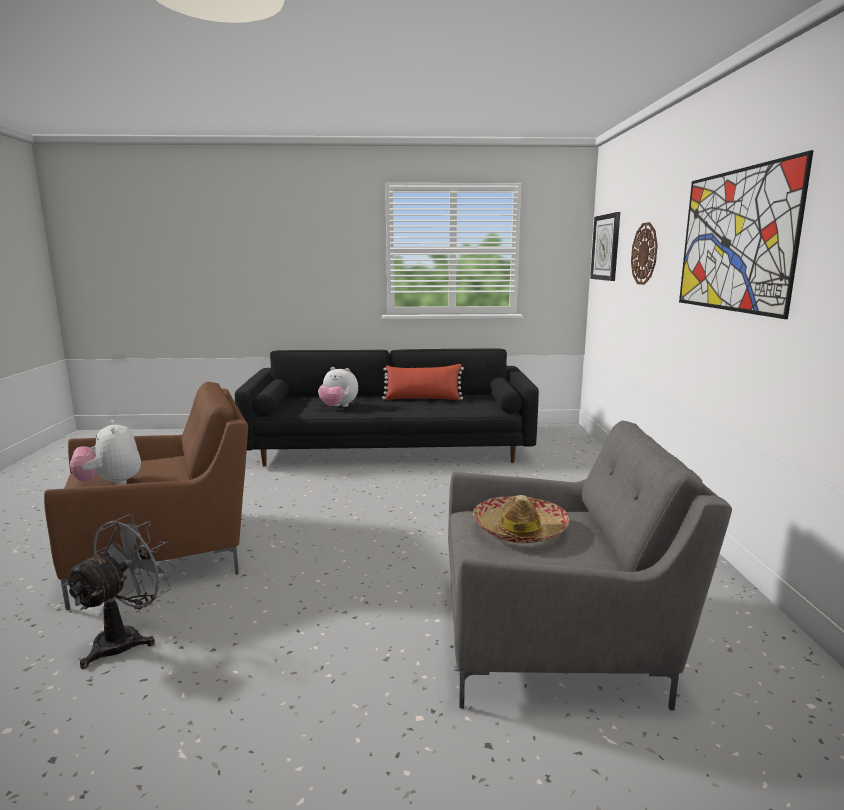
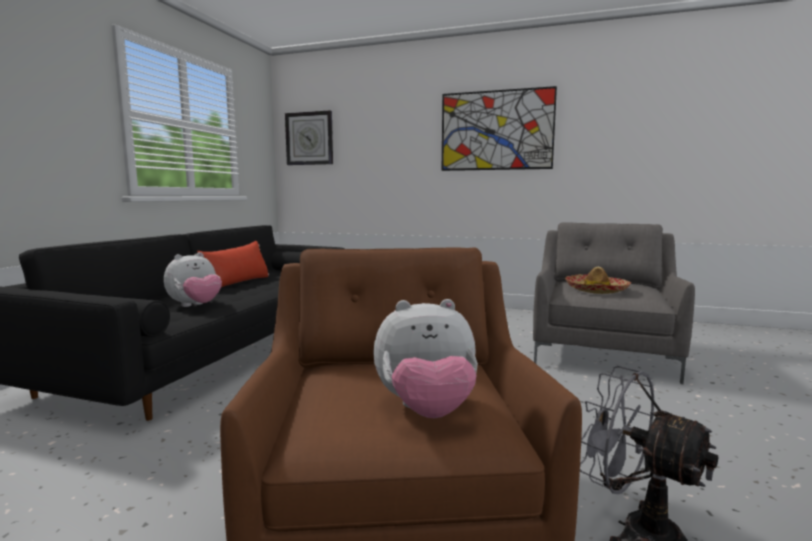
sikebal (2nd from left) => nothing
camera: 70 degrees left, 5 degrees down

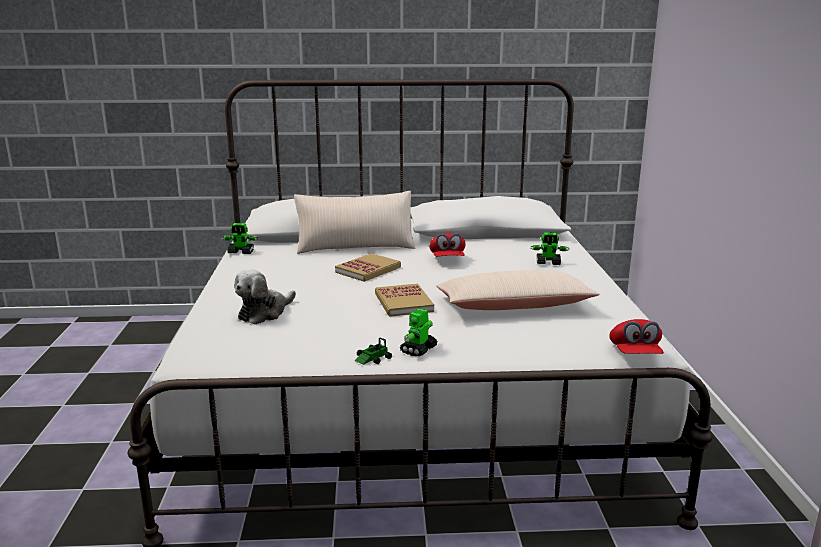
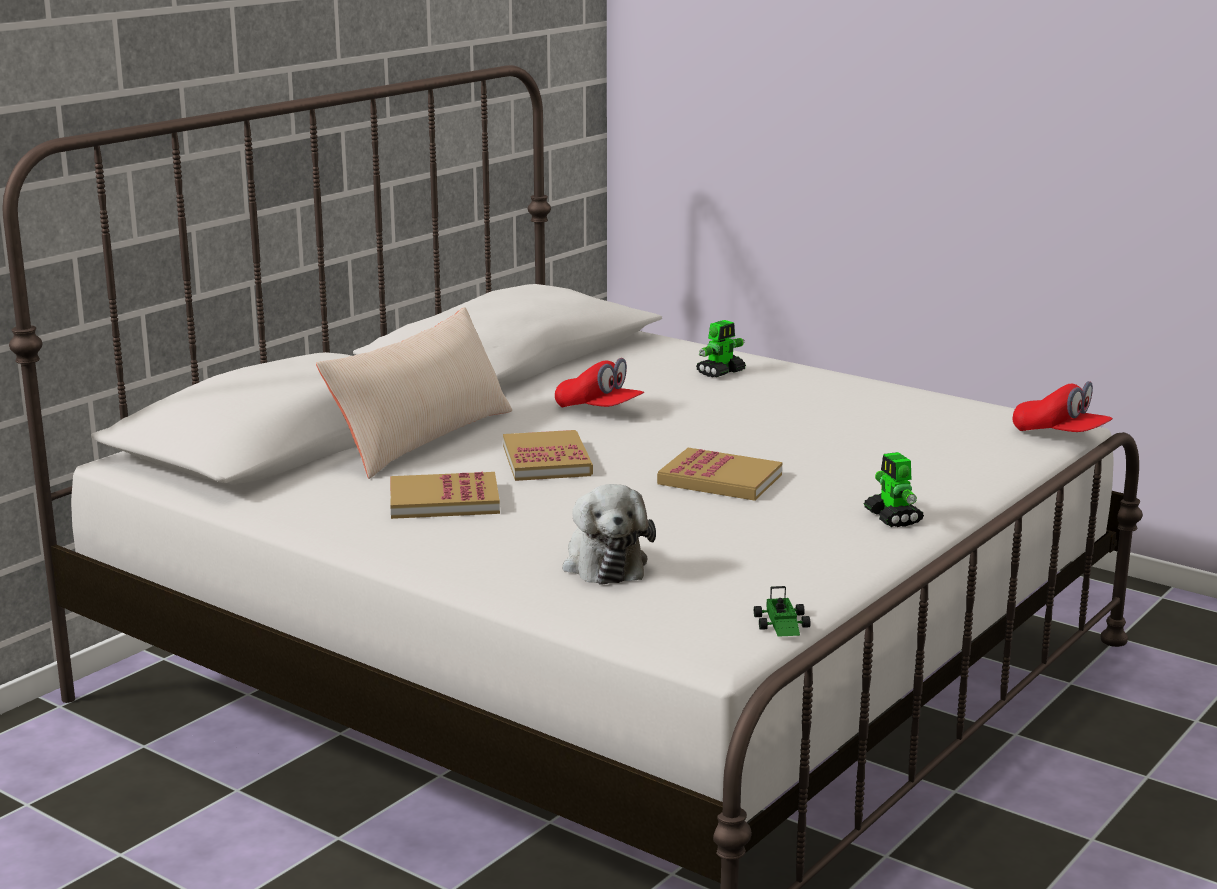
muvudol (1st from left) => nothing
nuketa, moved
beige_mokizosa (2nd from left) => nothing
nothing => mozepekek (1st from left)
camera: 50 degrees left, 0 degrees up

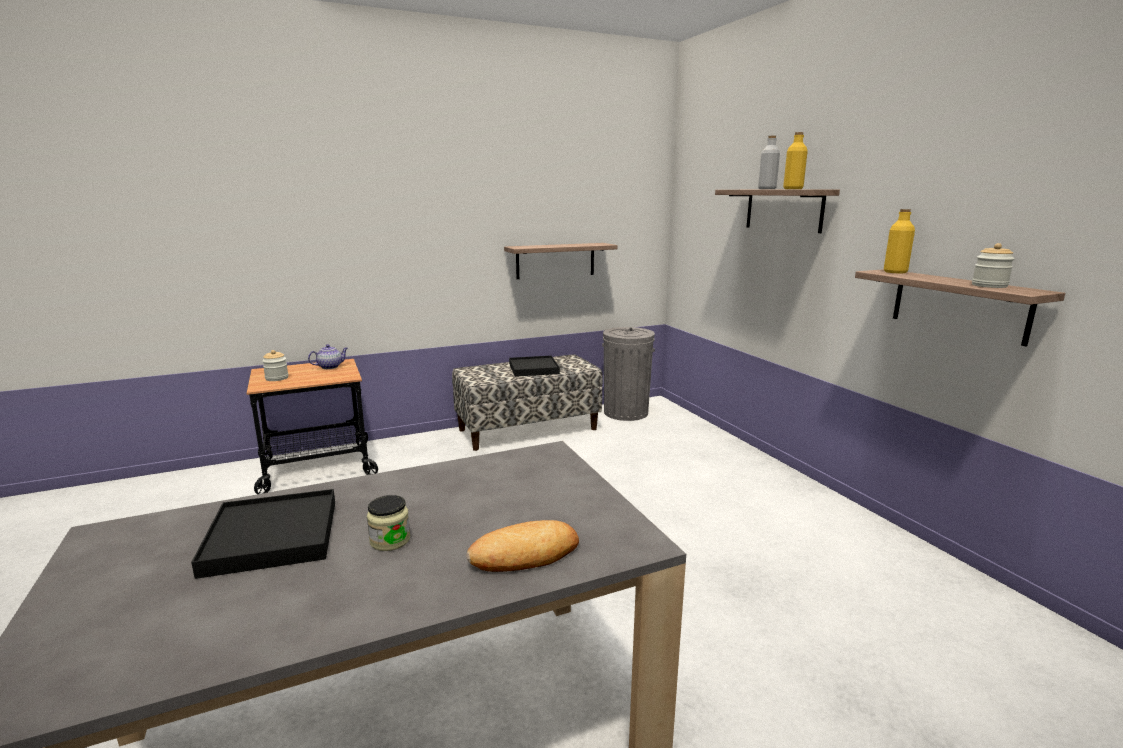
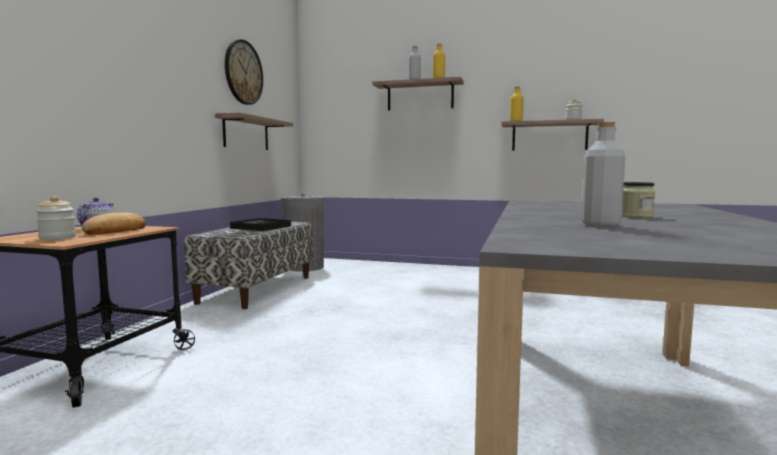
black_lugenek (1st from left) => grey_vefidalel (2nd from left)
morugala, moved
nothing => sikebal
camera: 50 degrees left, 10 degrees down

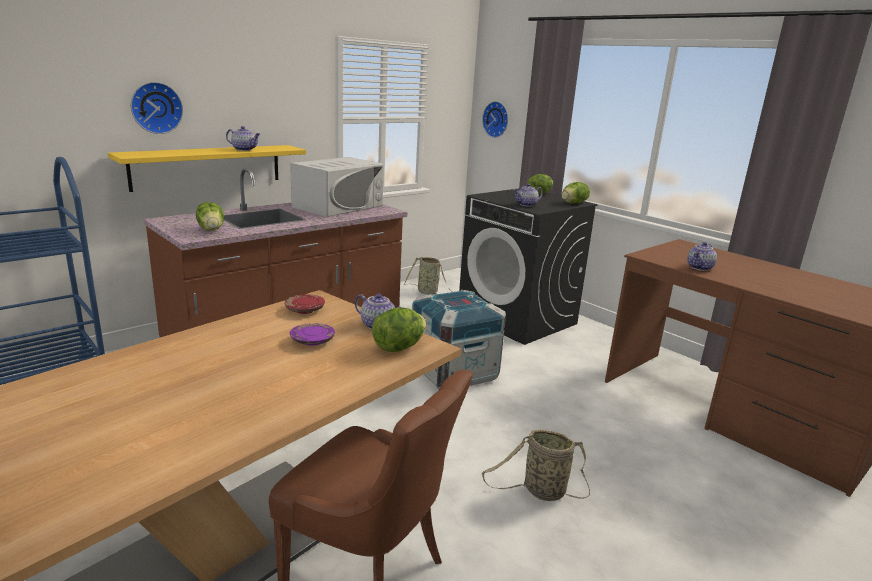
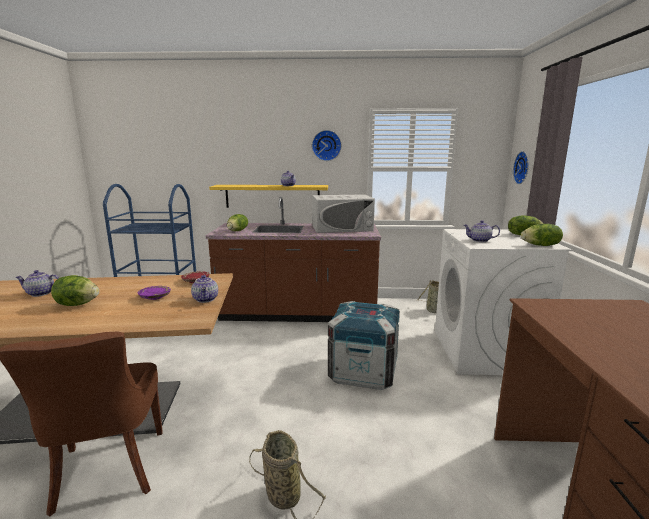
sikebal (1st from left), moved
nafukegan (2nd from left in the first image) => nafukegan (1st from left), moved
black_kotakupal => white_kotakupal
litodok (4th from left in the first image) => litodok (1st from left), moved
camera: 45 degrees right, 5 degrees down

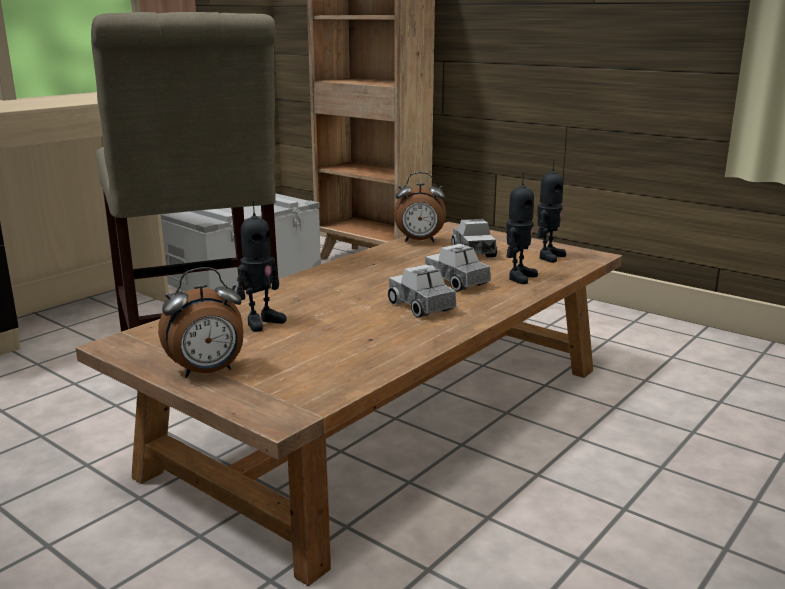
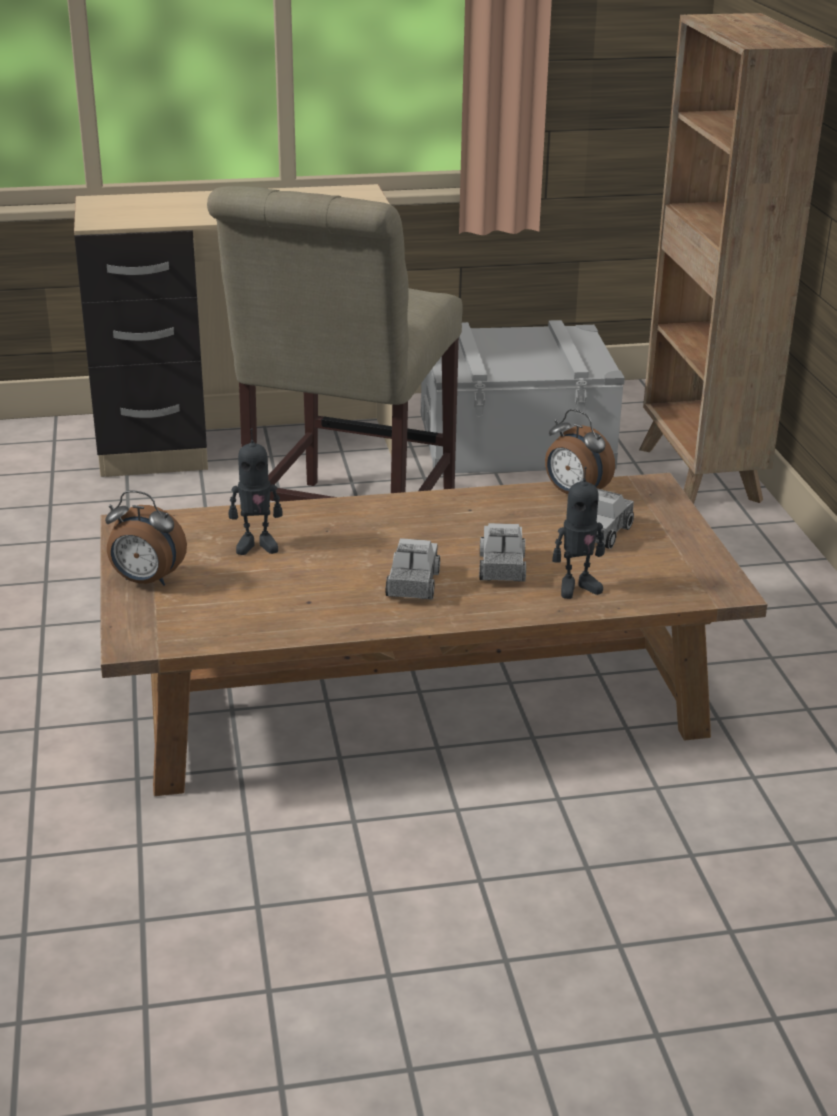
muvudol (3rd from left) => nothing
camera: 40 degrees right, 10 degrees up

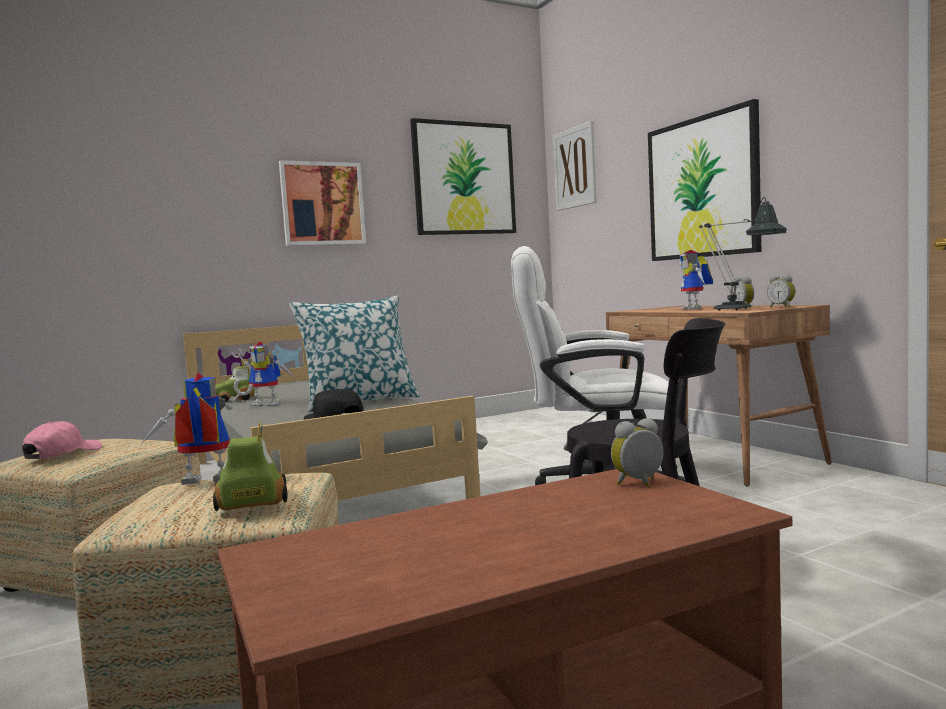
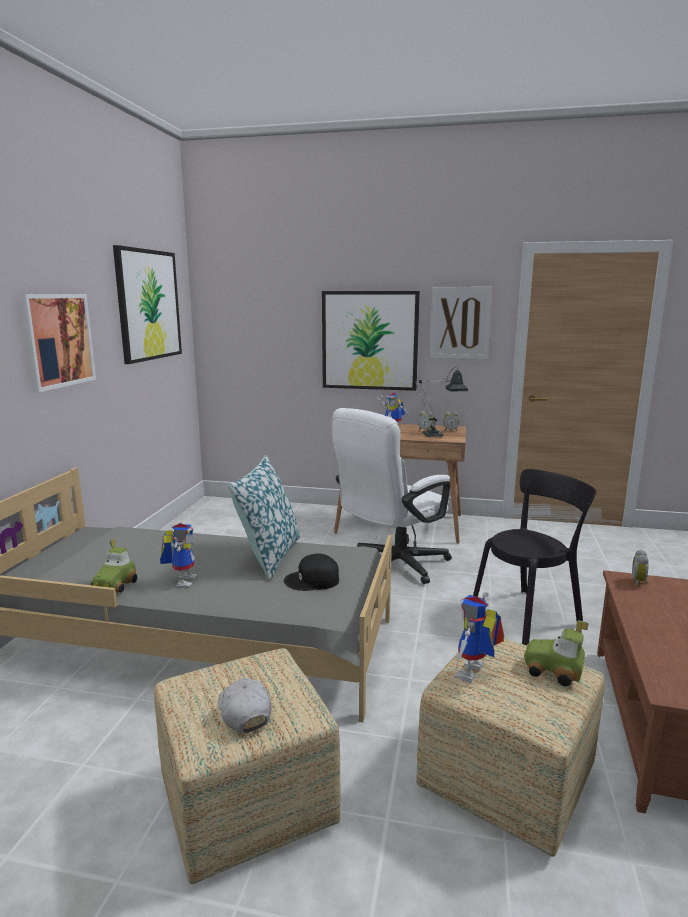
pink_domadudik => white_domadudik
muvudol (2nd from left in the first image) => muvudol (1st from left), 45 degrees counterclockwise
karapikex (3rd from left in the first image) => karapikex (4th from left), moved
camera: 50 degrees left, 10 degrees up

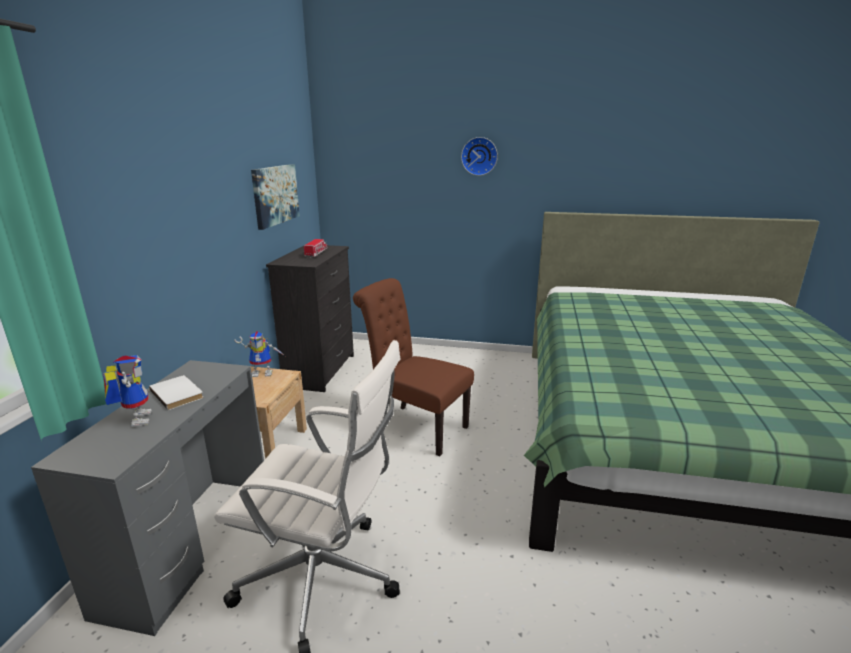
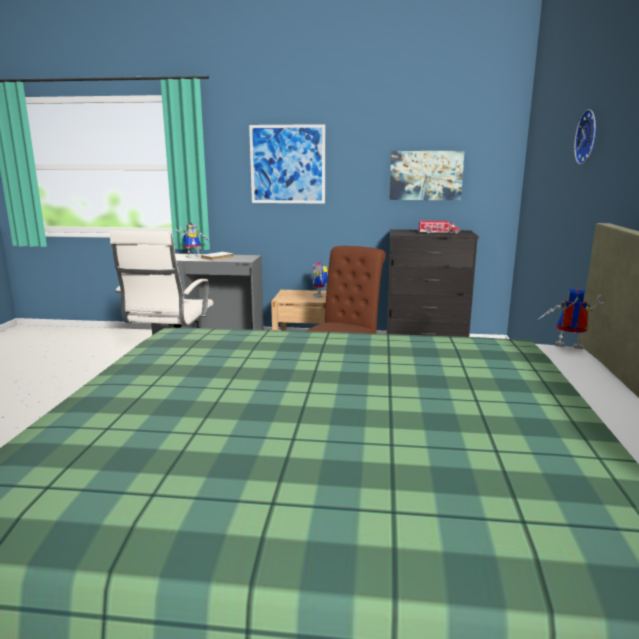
nothing => karapikex (1st from left)
nothing => muvudol (3rd from left)
camera: 85 degrees right, 5 degrees down

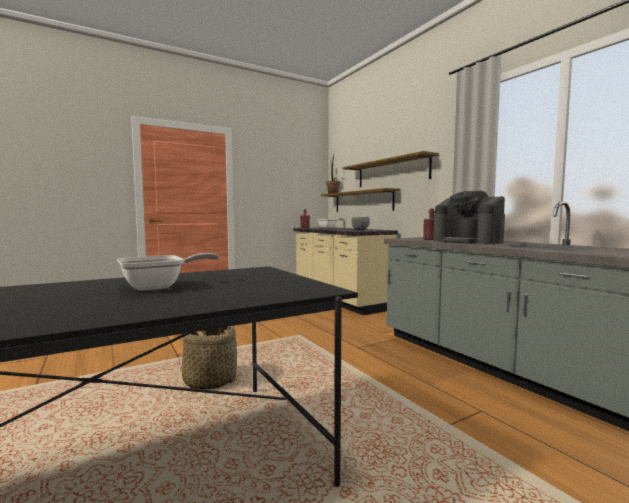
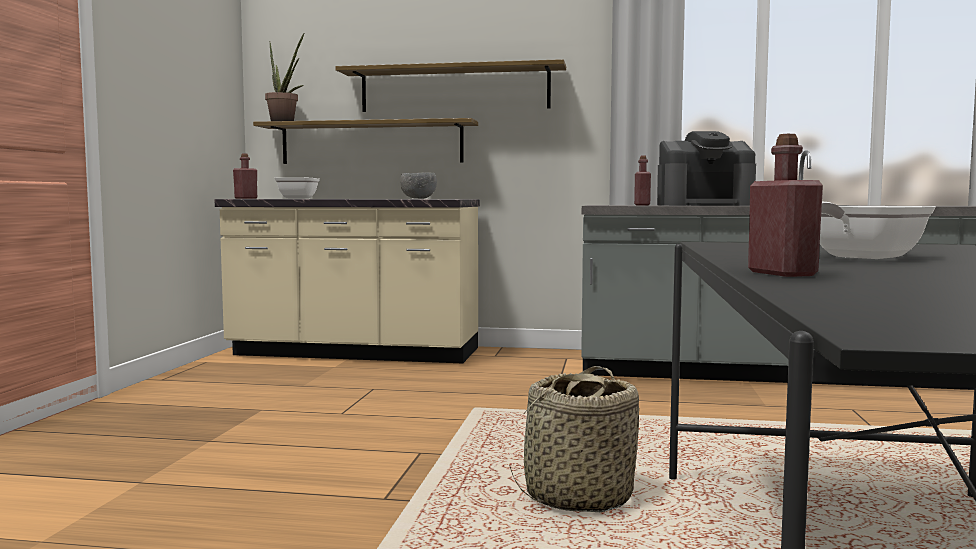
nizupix (1st from left in the first image) => nizupix (2nd from left), 135 degrees counterclockwise
nothing => red_vefidalel (3rd from left)
camera: 50 degrees left, 0 degrees up

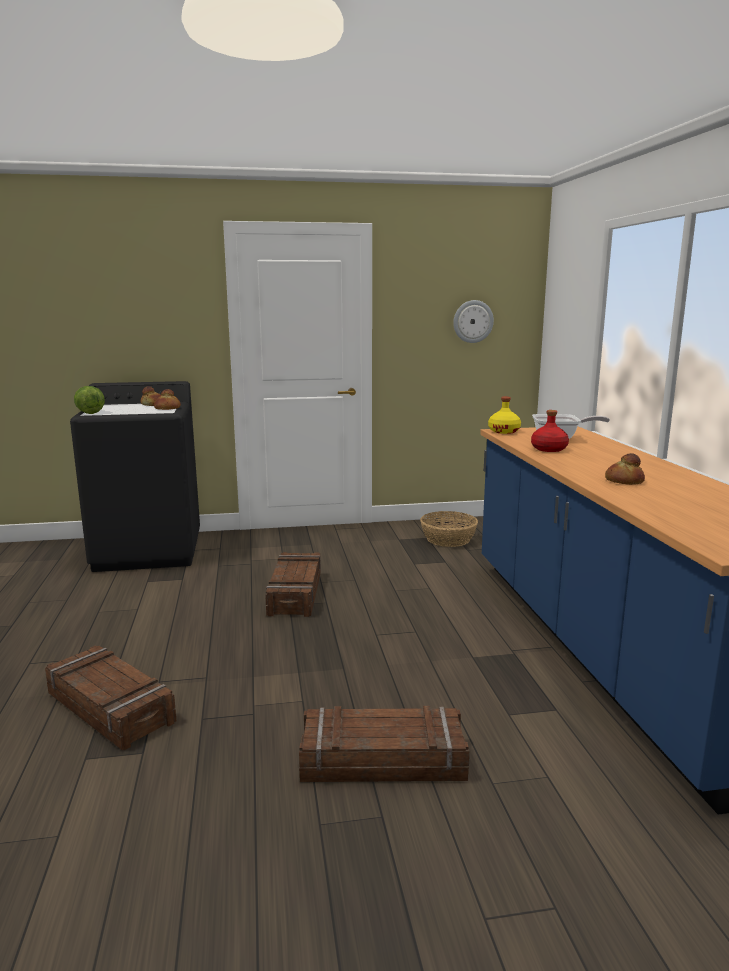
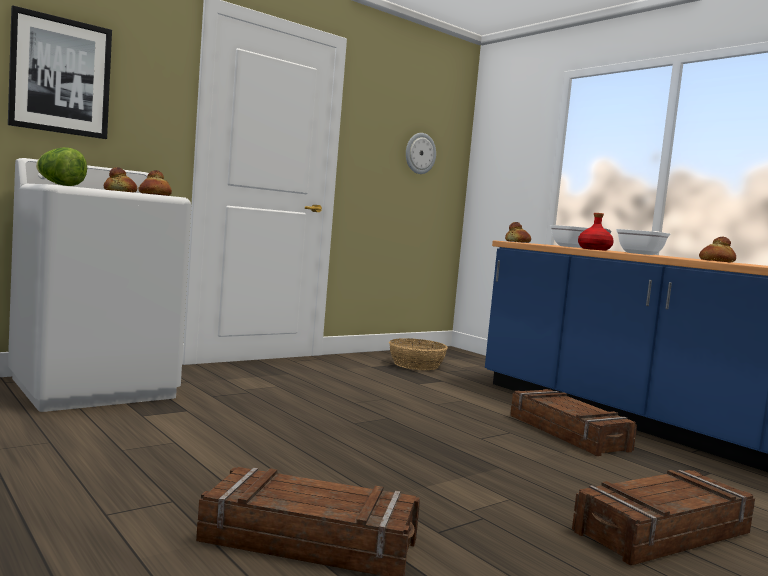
black_kotakupal => white_kotakupal
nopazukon (2nd from left), moved
yellow_vefidalel => morugala (3rd from left)
nothing => karapikex
nothing => nizupix (2nd from left)
camera: 30 degrees left, 10 degrees down

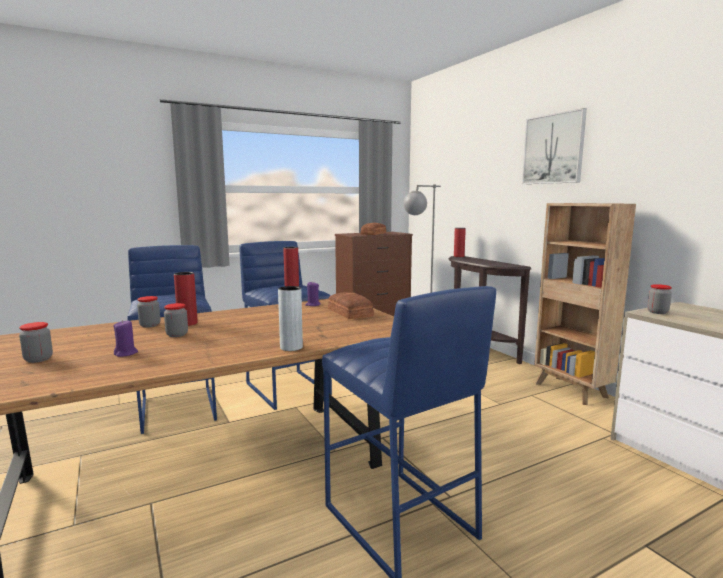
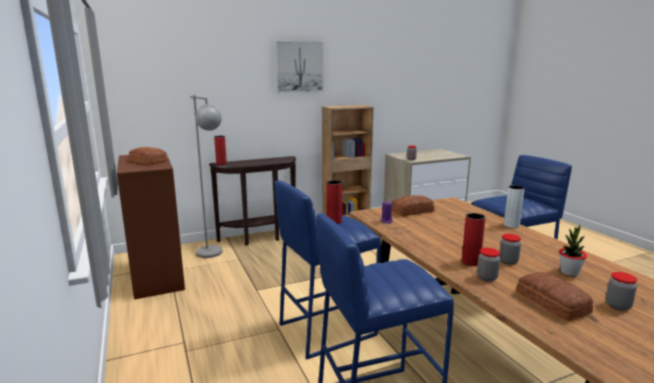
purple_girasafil (1st from left) => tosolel
nothing => morugala (3rd from left)
camera: 85 degrees left, 5 degrees up

